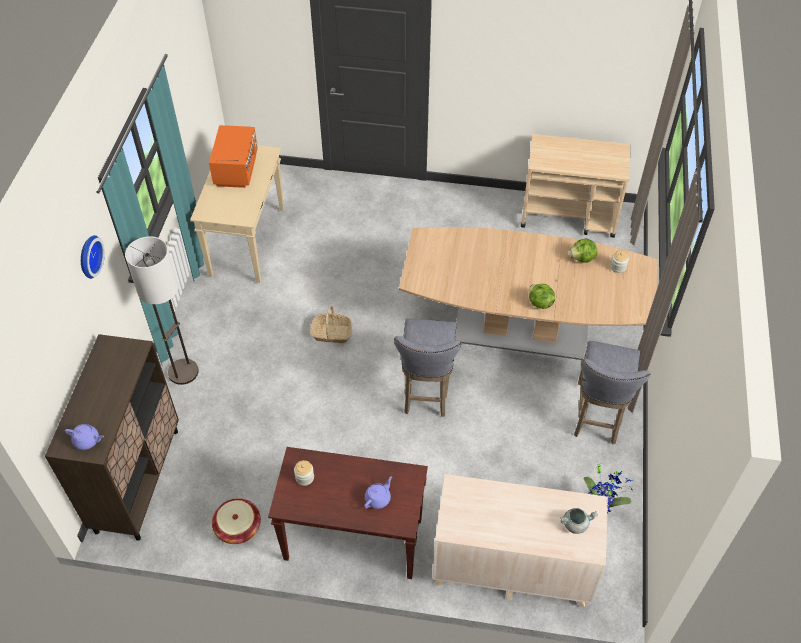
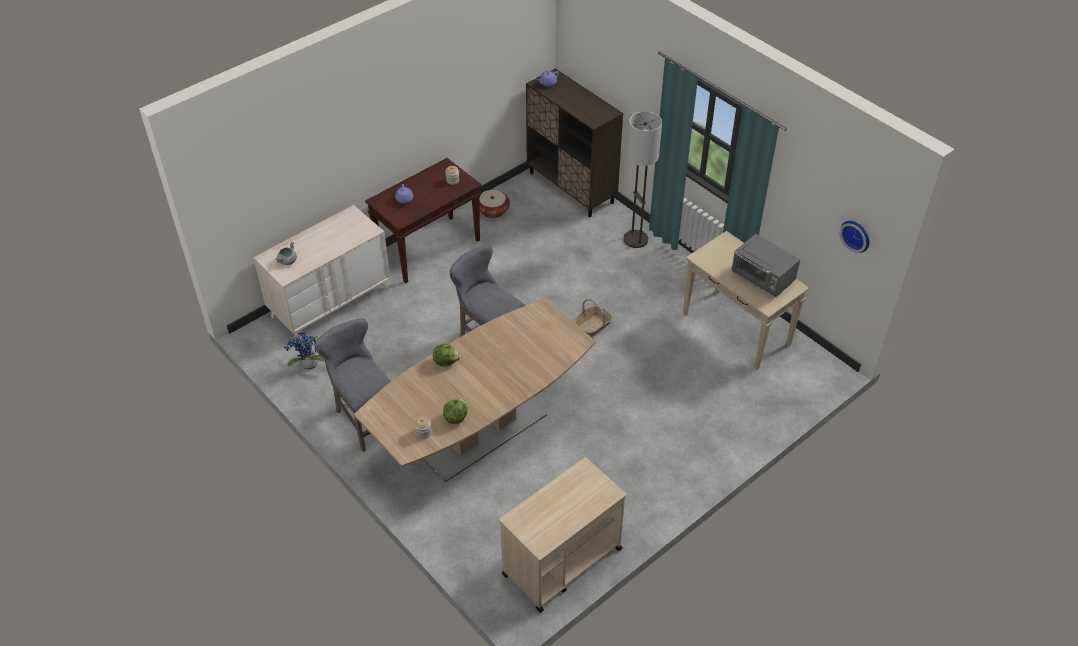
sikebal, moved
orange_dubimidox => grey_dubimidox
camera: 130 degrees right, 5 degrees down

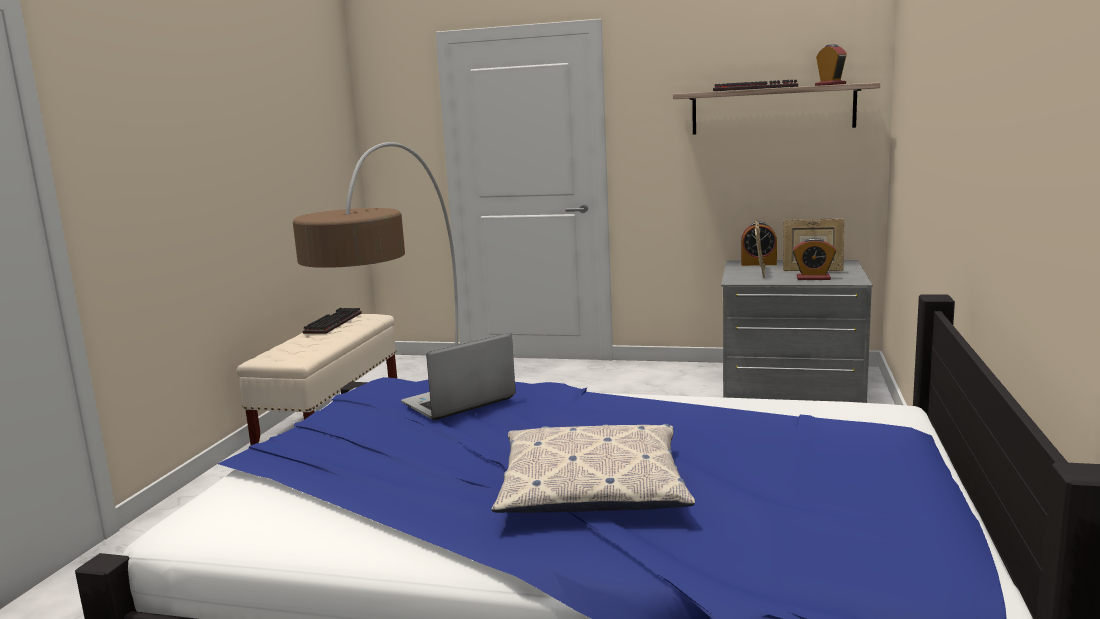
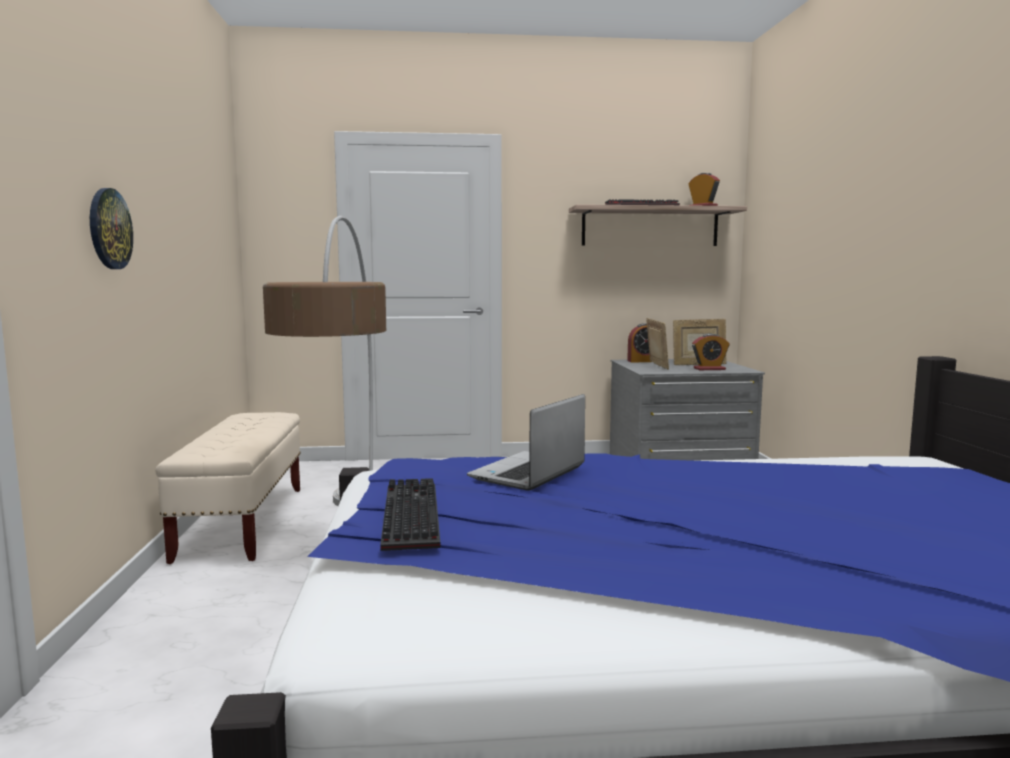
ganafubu (1st from left), moved
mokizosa => nothing
nothing => sikebal
camera: 20 degrees left, 5 degrees down

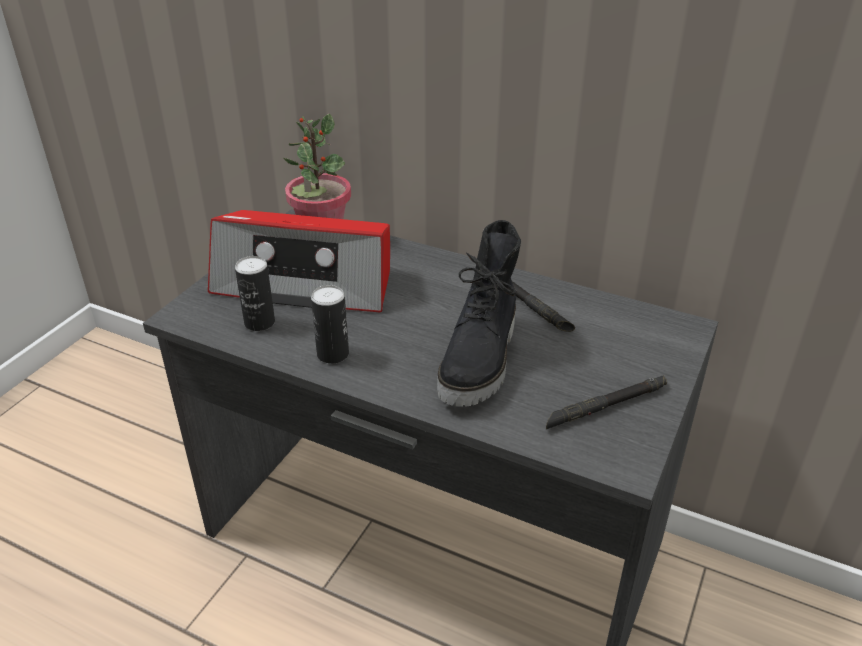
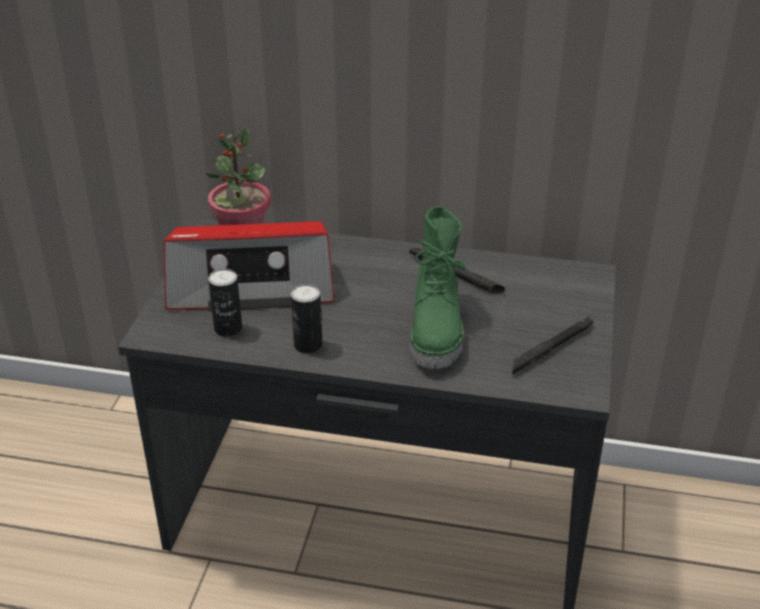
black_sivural => green_sivural
camera: 15 degrees left, 0 degrees up

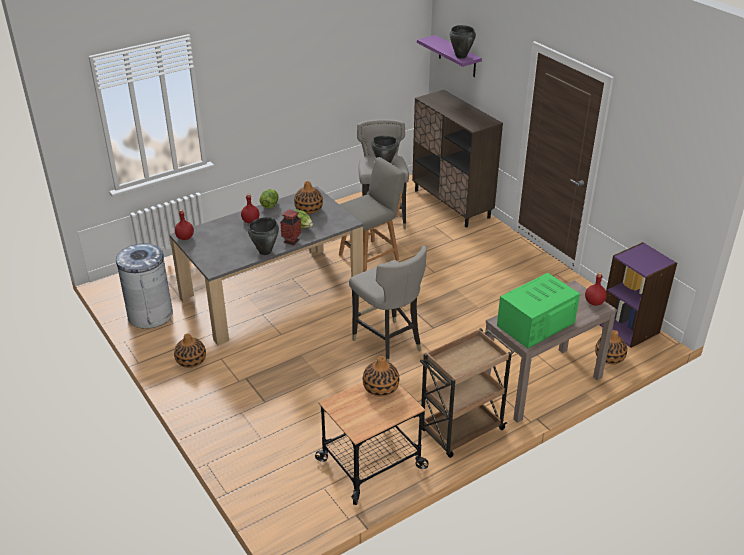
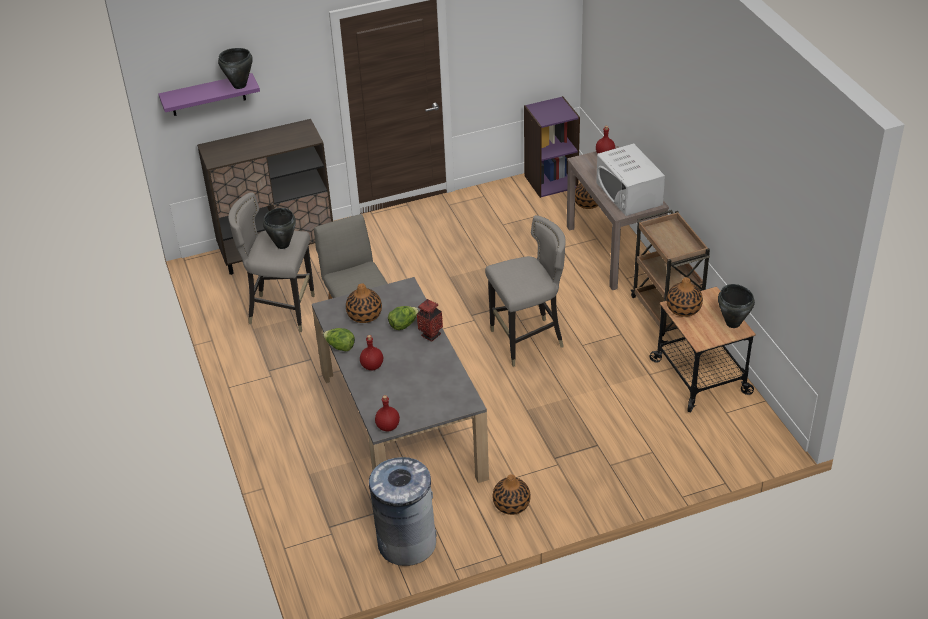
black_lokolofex (1st from left in the first image) => black_lokolofex (3rd from left), moved
green_dubimidox => white_dubimidox
camera: 75 degrees left, 5 degrees up

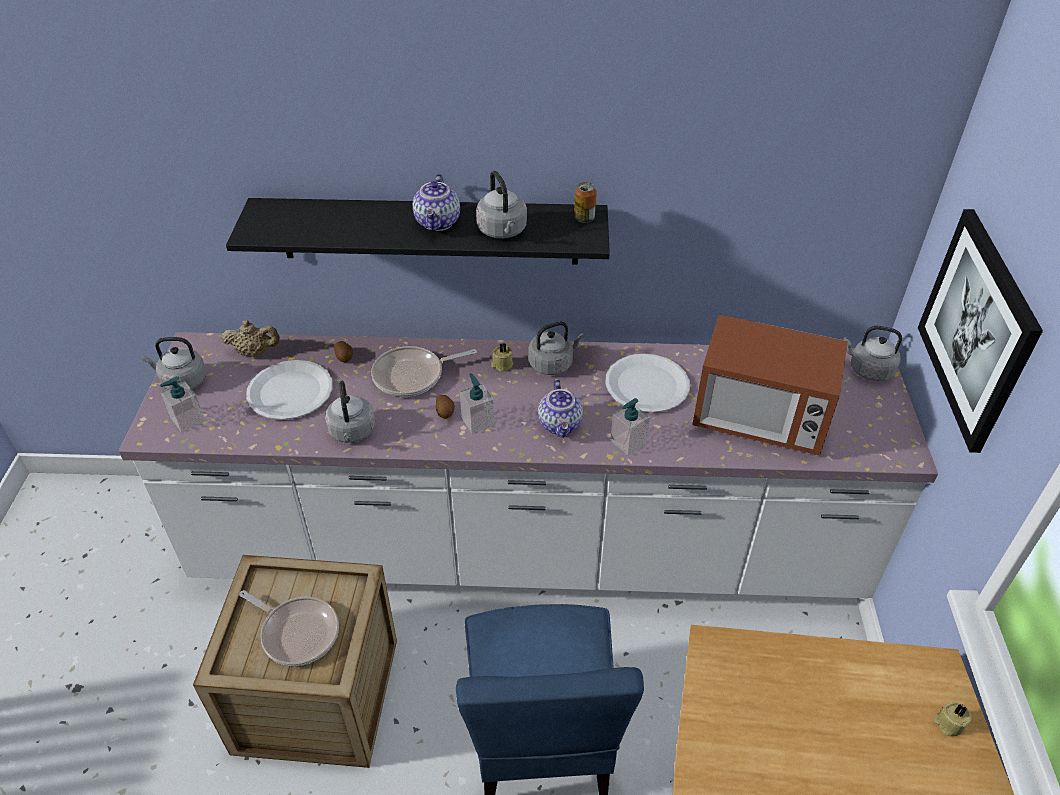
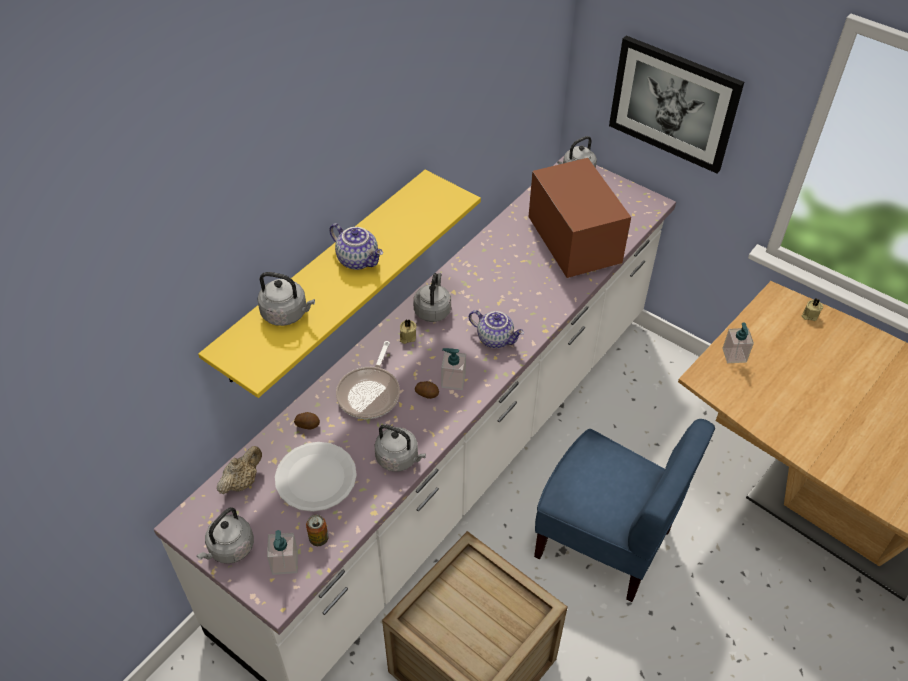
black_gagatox => yellow_gagatox
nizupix (1st from left) => nothing
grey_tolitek (3rd from left in the first image) => grey_tolitek (2nd from left), moved
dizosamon, moved
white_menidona (2nd from left) => nothing
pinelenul (3rd from left), moved
dubimidox, 75 degrees counterclockwise
camera: 55 degrees left, 5 degrees up

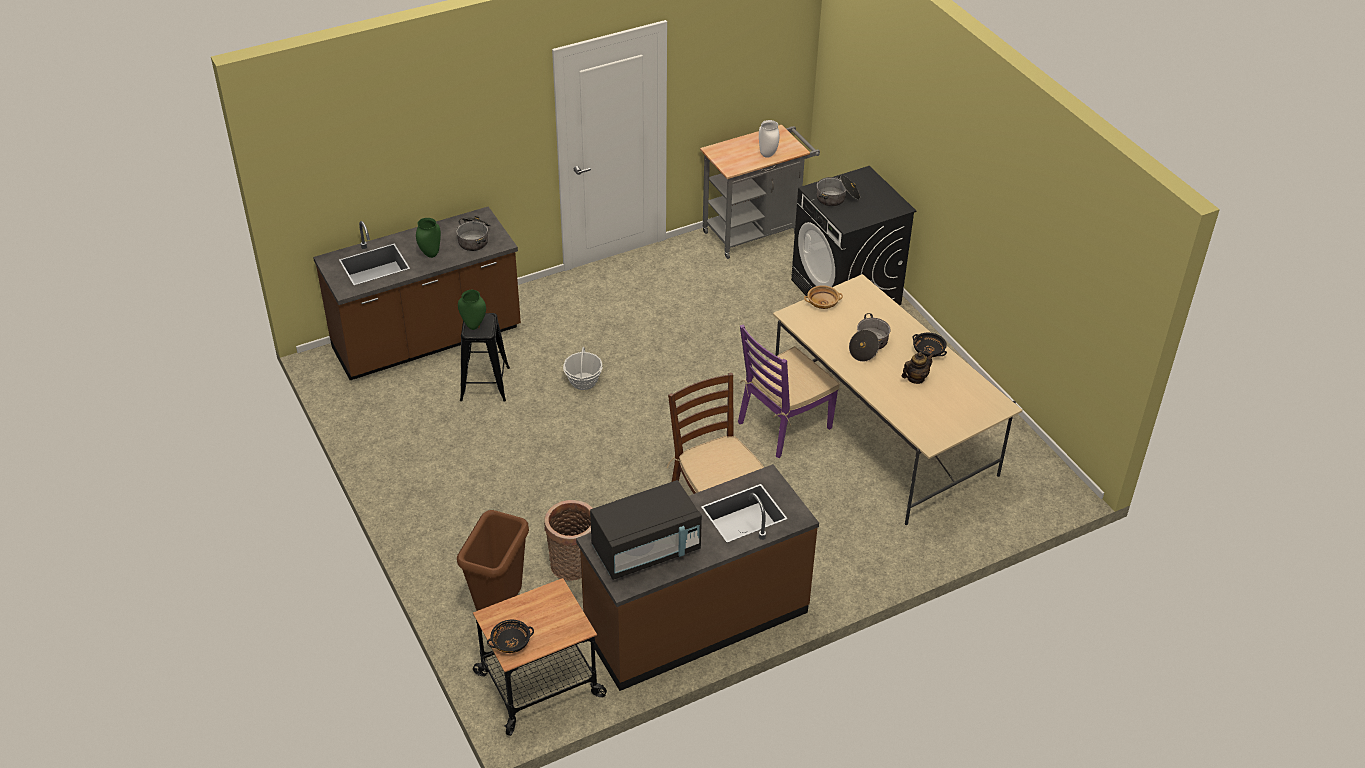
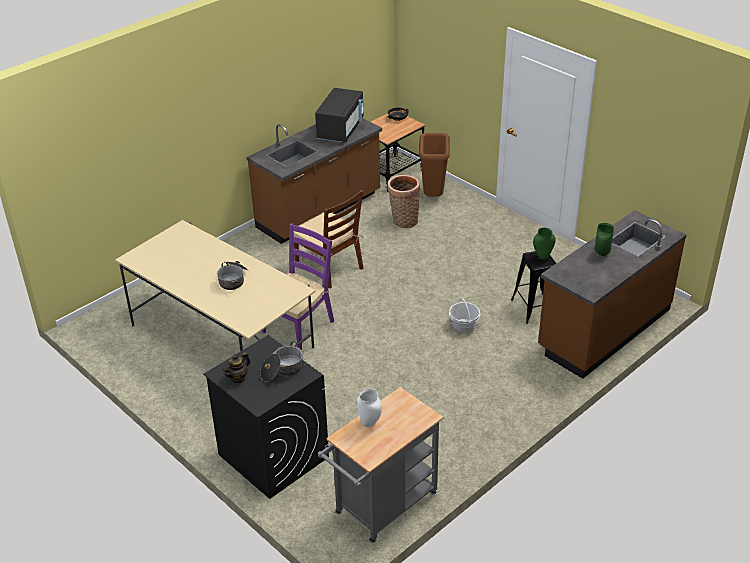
lokolofex (1st from left) => nothing
black_dubimidox, 150 degrees clockwise
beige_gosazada => nothing
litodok, moved
black_gosazada (2nd from left) => nothing
camera: 165 degrees right, 5 degrees down

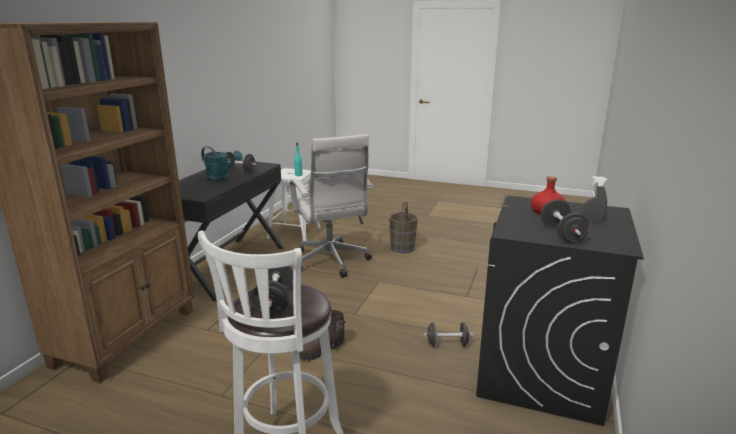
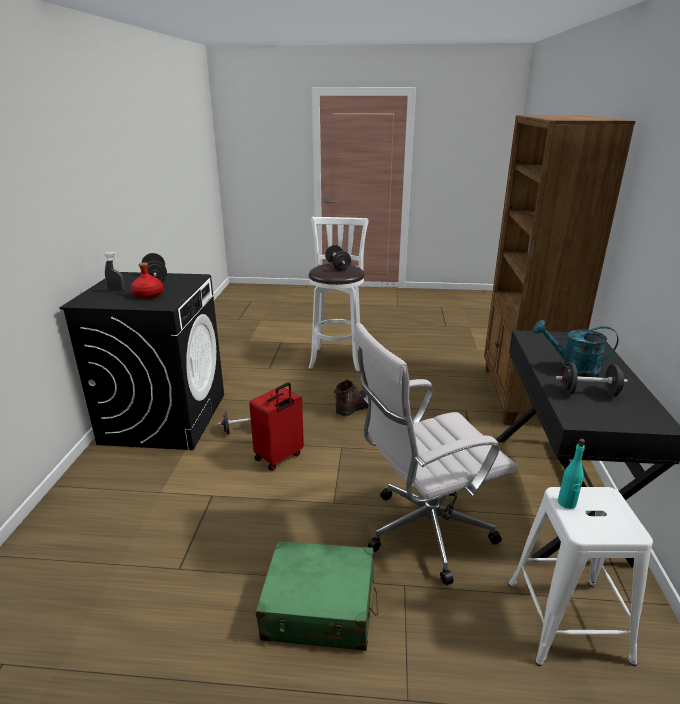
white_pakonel, 75 degrees counterclockwise
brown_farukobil => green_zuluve
nothing => red_zuluve
camera: 165 degrees right, 5 degrees up

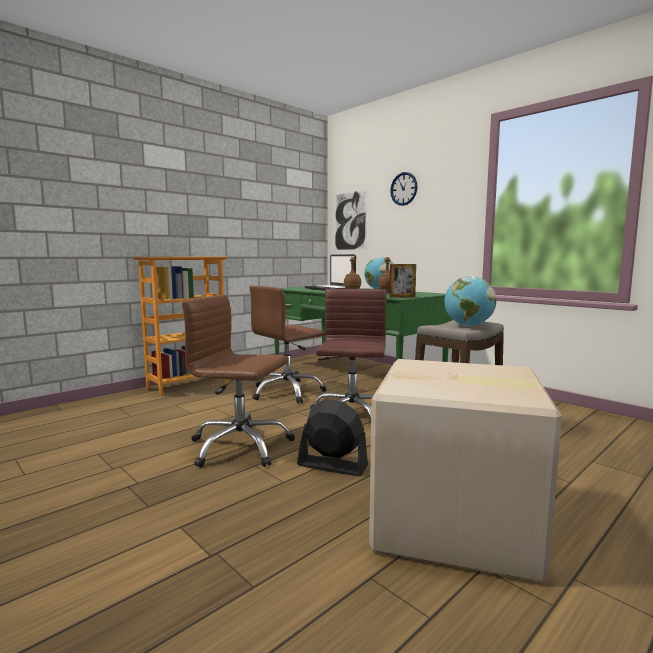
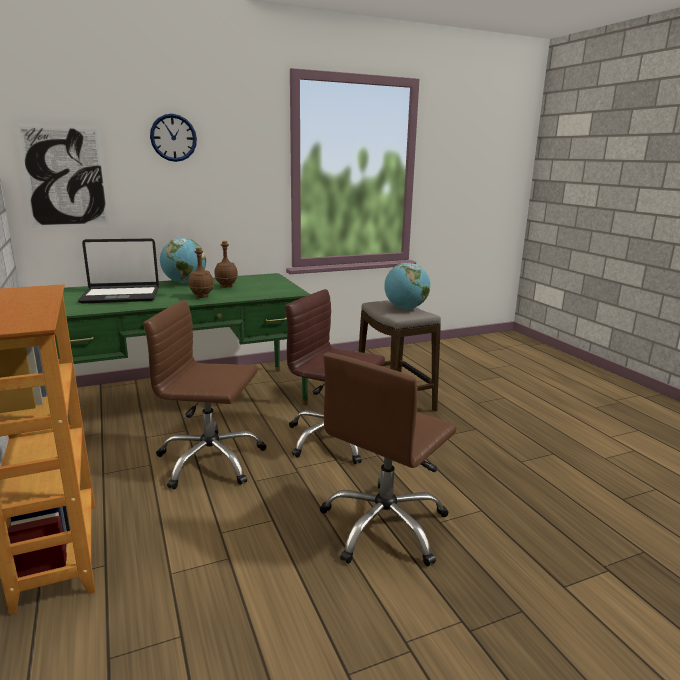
brown_pakonel (2nd from left in the first image) => brown_pakonel (1st from left), 120 degrees clockwise
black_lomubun => nothing
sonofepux => nothing
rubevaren => nothing
camera: 70 degrees left, 10 degrees up

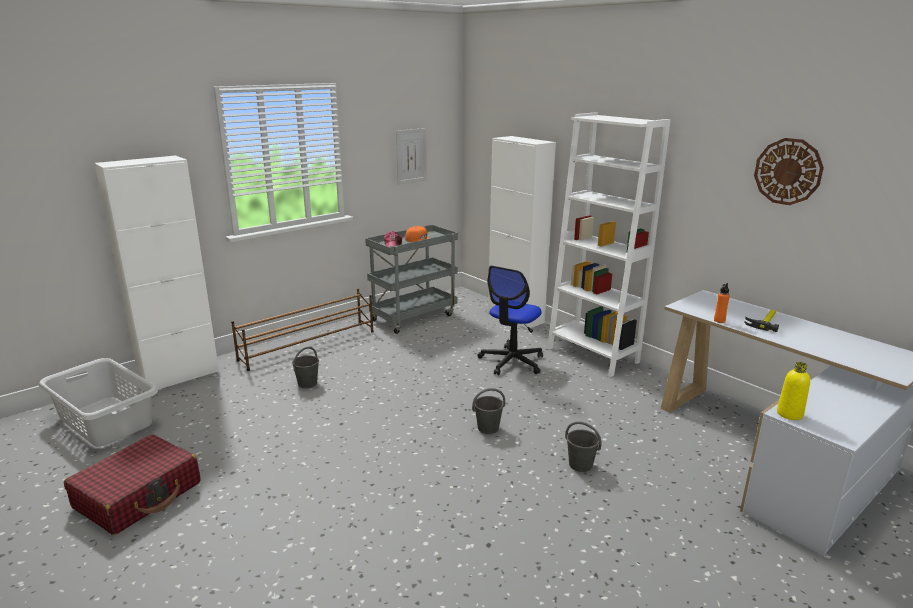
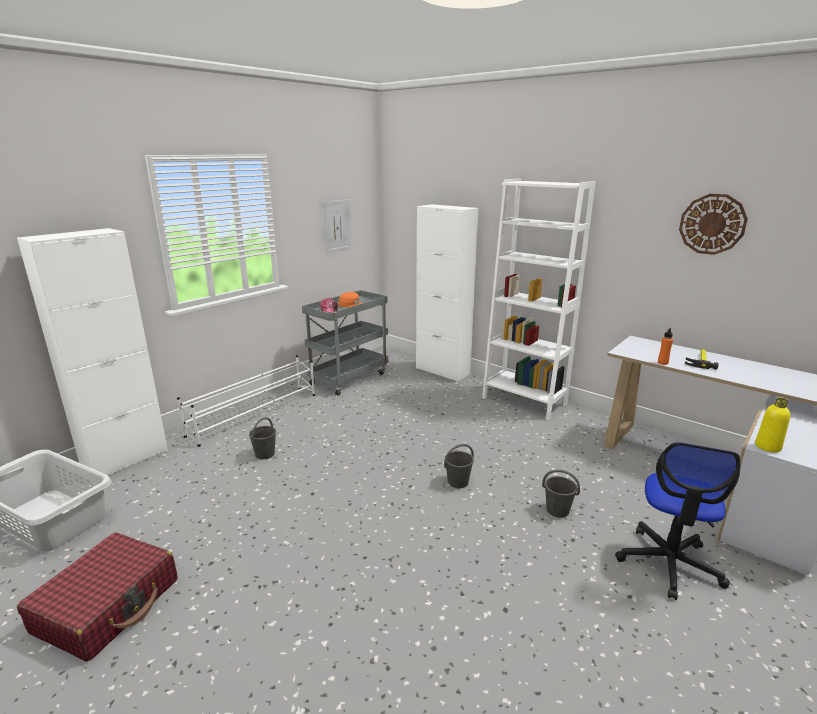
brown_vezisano => white_vezisano
pakonel, moved
camera: 10 degrees left, 0 degrees up

